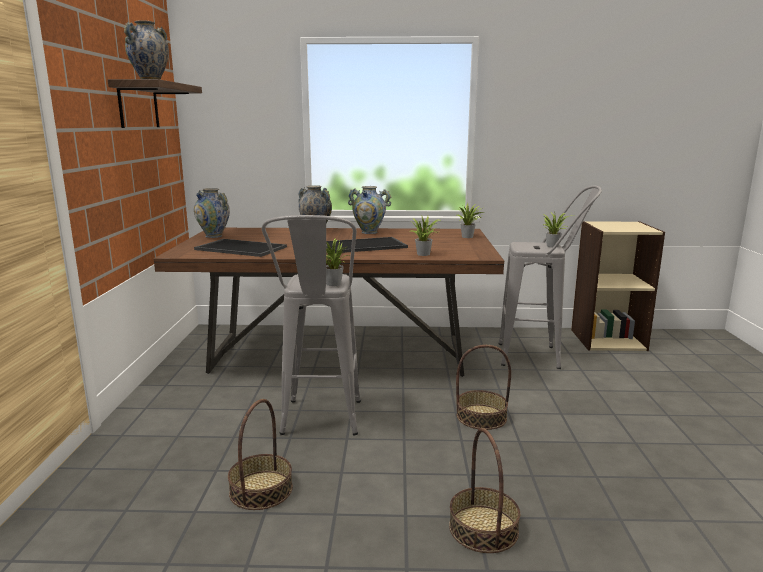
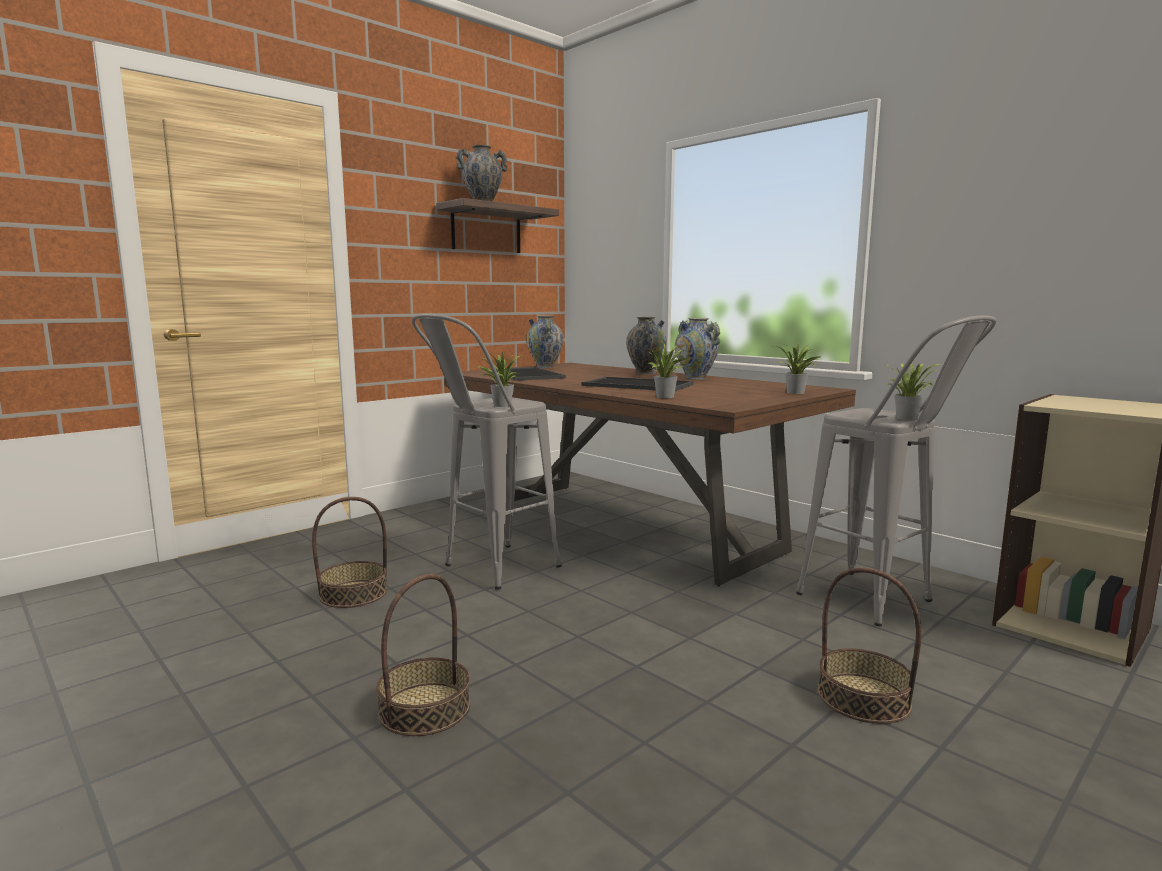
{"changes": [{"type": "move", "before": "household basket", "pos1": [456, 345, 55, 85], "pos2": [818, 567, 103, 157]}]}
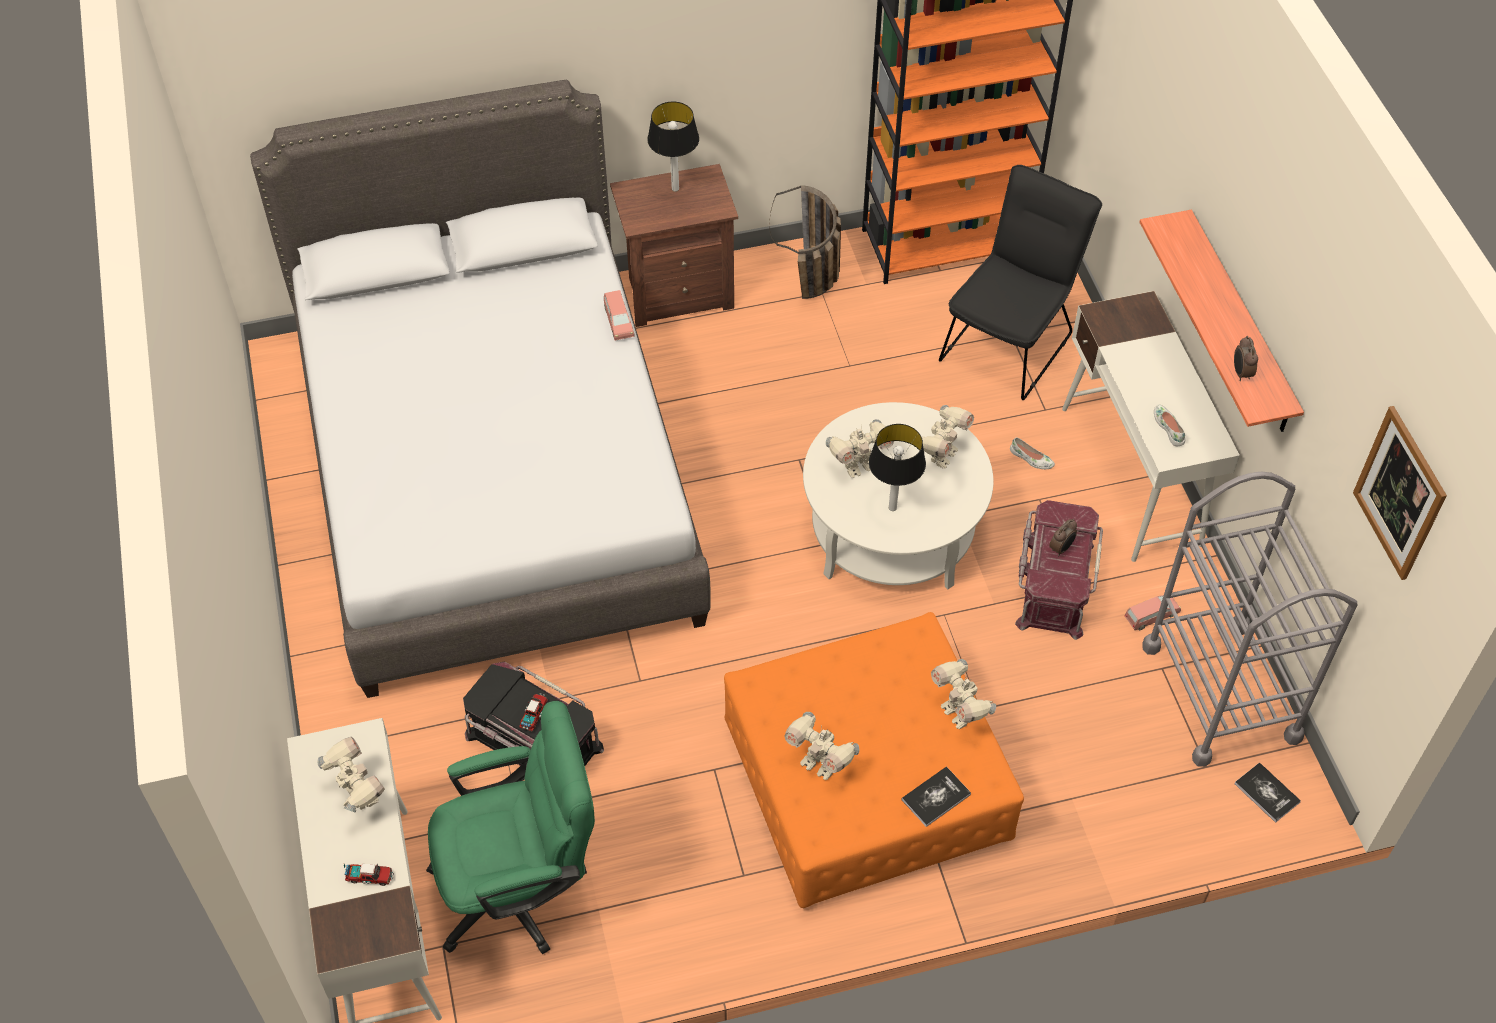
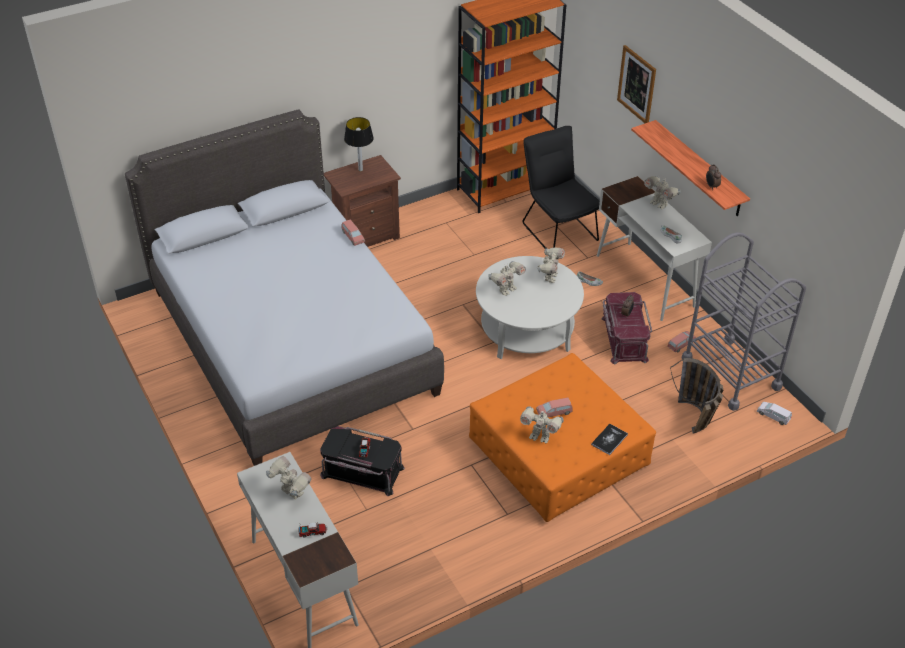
{"changes": [{"type": "rotate", "before": "black upright chair", "pos1": [939, 165, 163, 235], "pos2": [523, 126, 77, 123], "turn": -45}, {"type": "insert", "after": "pinkish model car", "pos2": [536, 398, 37, 20]}, {"type": "move", "before": "wall art", "pos1": [1353, 406, 94, 174], "pos2": [617, 45, 39, 78]}, {"type": "move", "before": "robot figure", "pos1": [931, 659, 65, 70], "pos2": [644, 176, 37, 33]}, {"type": "move", "before": "household basket", "pos1": [769, 185, 72, 114], "pos2": [670, 358, 53, 75]}, {"type": "replace", "before": "bound book", "after": "whitish model car", "pos1": [1235, 762, 66, 61], "pos2": [757, 402, 35, 23]}, {"type": "delete", "before": "green-coloured desk chair", "pos1": [426, 701, 169, 253]}, {"type": "delete", "before": "lamp for a table", "pos1": [869, 424, 57, 87]}]}
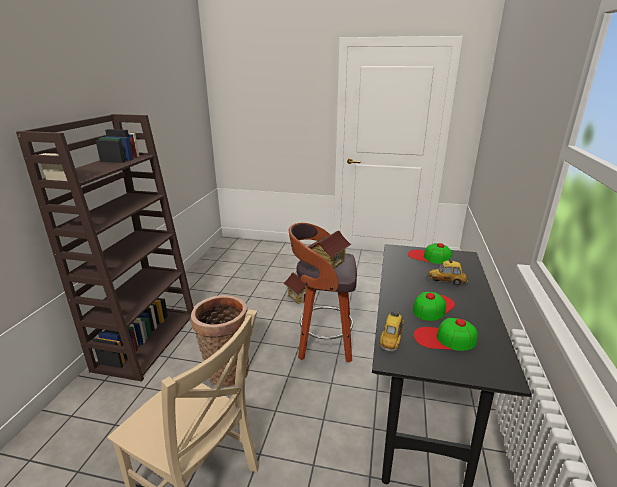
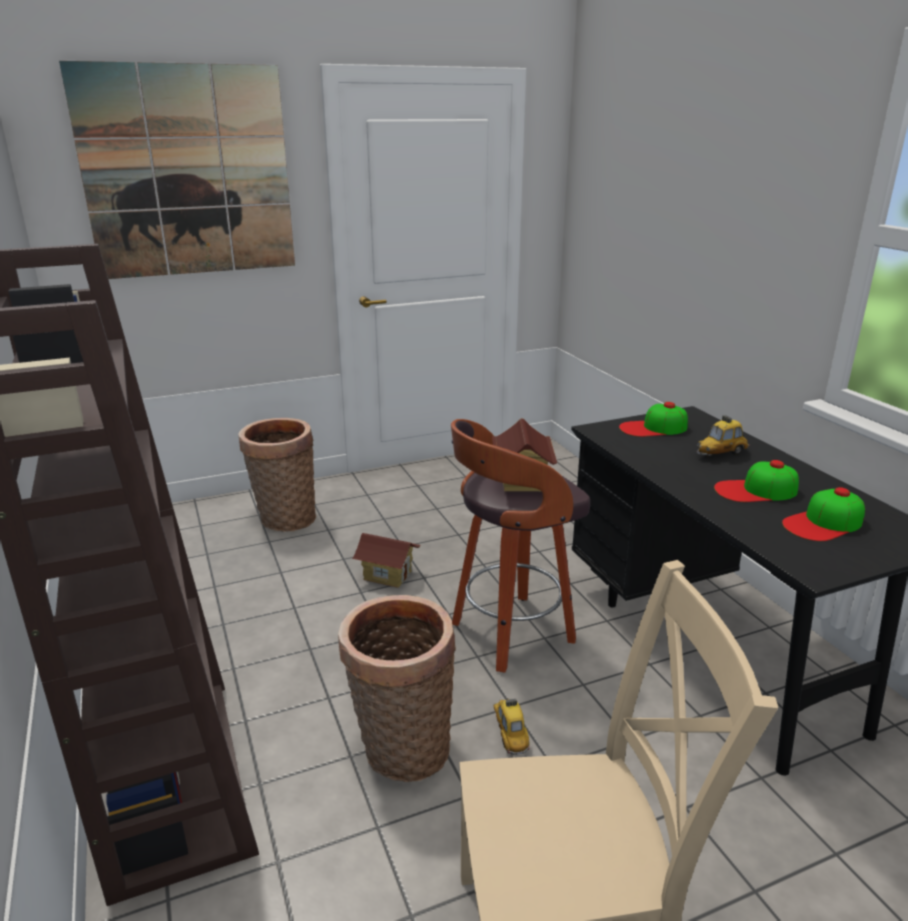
{"changes": [{"type": "insert", "after": "wall art", "pos2": [59, 61, 236, 218]}, {"type": "insert", "after": "household basket", "pos2": [238, 418, 78, 114]}, {"type": "move", "before": "model car", "pos1": [380, 308, 24, 43], "pos2": [494, 698, 36, 59]}, {"type": "rotate", "before": "peaked cap", "pos1": [413, 292, 42, 29], "pos2": [714, 460, 85, 42], "turn": -105}]}
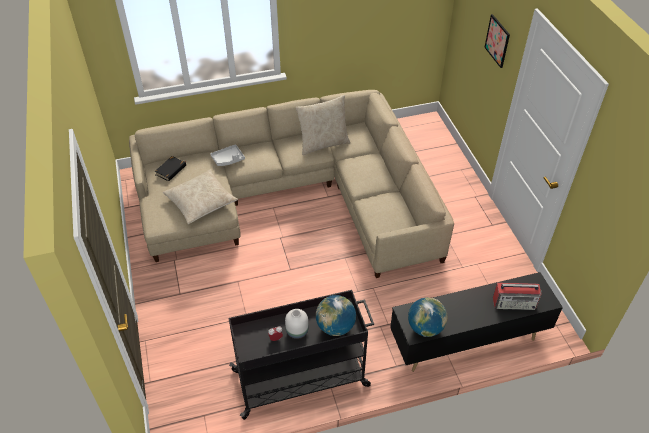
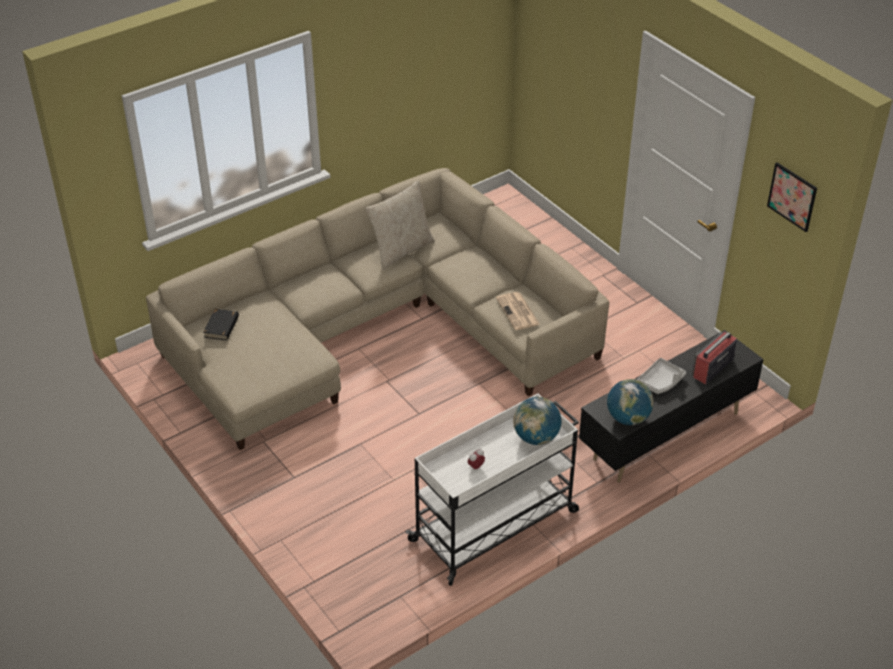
{"changes": [{"type": "recolor", "before": "black cart", "after": "whitish cart", "pos1": [228, 290, 146, 130], "pos2": [406, 393, 173, 193]}, {"type": "insert", "after": "printed paper", "pos2": [496, 292, 44, 38]}, {"type": "move", "before": "grey serving tray", "pos1": [210, 144, 35, 22], "pos2": [637, 358, 49, 36]}, {"type": "rotate", "before": "radio receiver", "pos1": [493, 282, 49, 28], "pos2": [692, 332, 45, 52], "turn": 150}, {"type": "move", "before": "wall art", "pos1": [484, 14, 26, 54], "pos2": [767, 162, 50, 70]}, {"type": "delete", "before": "sand-coloured cushion", "pos1": [163, 170, 75, 54]}, {"type": "delete", "before": "whitish vase", "pos1": [285, 309, 23, 30]}]}
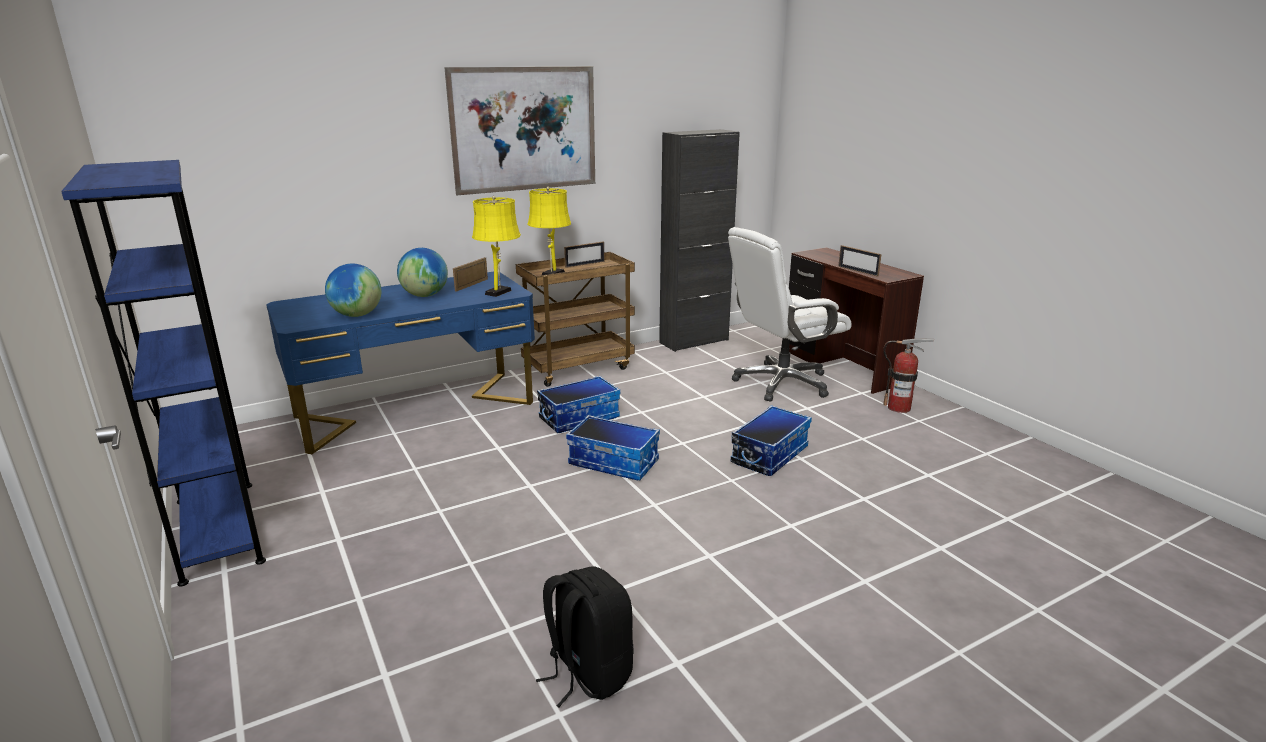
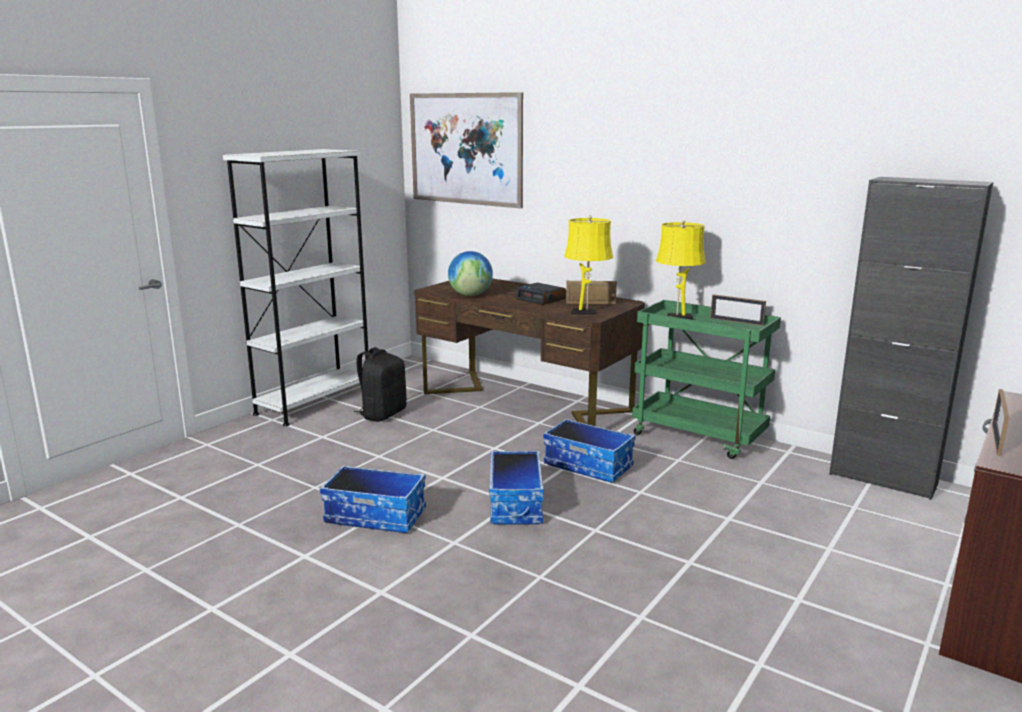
{"changes": [{"type": "recolor", "before": "blue-coloured shelving unit", "after": "whitish shelving unit", "pos1": [61, 160, 205, 426], "pos2": [223, 149, 146, 277]}, {"type": "move", "before": "storage box", "pos1": [731, 405, 81, 71], "pos2": [320, 465, 106, 68]}, {"type": "move", "before": "black backpack", "pos1": [536, 566, 98, 141], "pos2": [354, 347, 53, 75]}, {"type": "move", "before": "wall art", "pos1": [444, 67, 151, 128], "pos2": [410, 92, 113, 116]}, {"type": "recolor", "before": "blue-coloured desk", "after": "brown-coloured desk", "pos1": [266, 272, 269, 182], "pos2": [414, 278, 231, 148]}, {"type": "replace", "before": "desk globe", "after": "table clock", "pos1": [397, 248, 51, 49], "pos2": [516, 283, 50, 22]}, {"type": "recolor", "before": "brown-coloured cart", "after": "green-coloured cart", "pos1": [516, 252, 119, 135], "pos2": [632, 300, 149, 159]}, {"type": "delete", "before": "whitish desk chair", "pos1": [728, 227, 124, 175]}, {"type": "delete", "before": "extinguisher", "pos1": [883, 338, 51, 75]}]}
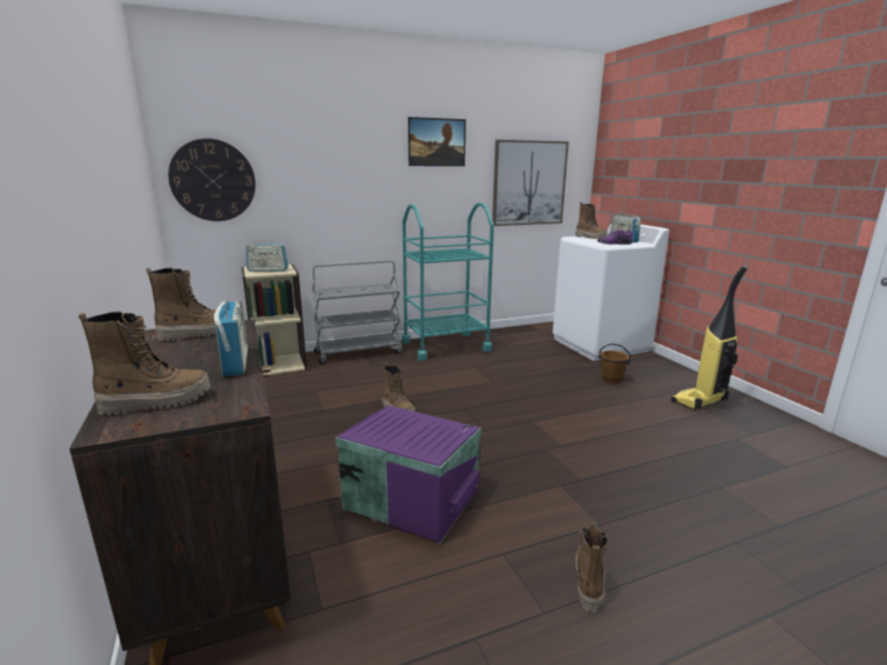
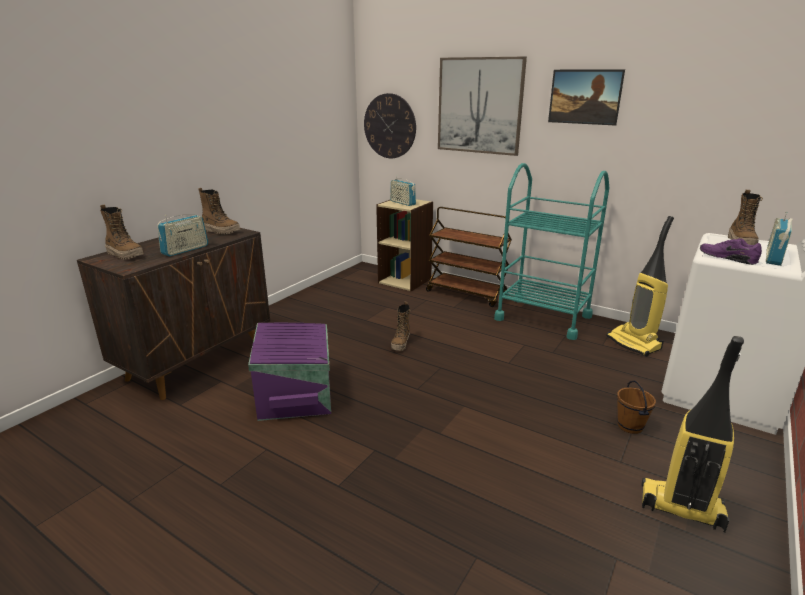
{"changes": [{"type": "recolor", "before": "grey cart", "after": "brown-coloured cart", "pos1": [312, 261, 90, 103], "pos2": [426, 207, 86, 100]}, {"type": "move", "before": "wall art", "pos1": [492, 140, 77, 86], "pos2": [438, 57, 89, 99]}, {"type": "insert", "after": "hoover", "pos2": [607, 216, 67, 141]}, {"type": "delete", "before": "tall boot", "pos1": [576, 526, 32, 87]}]}
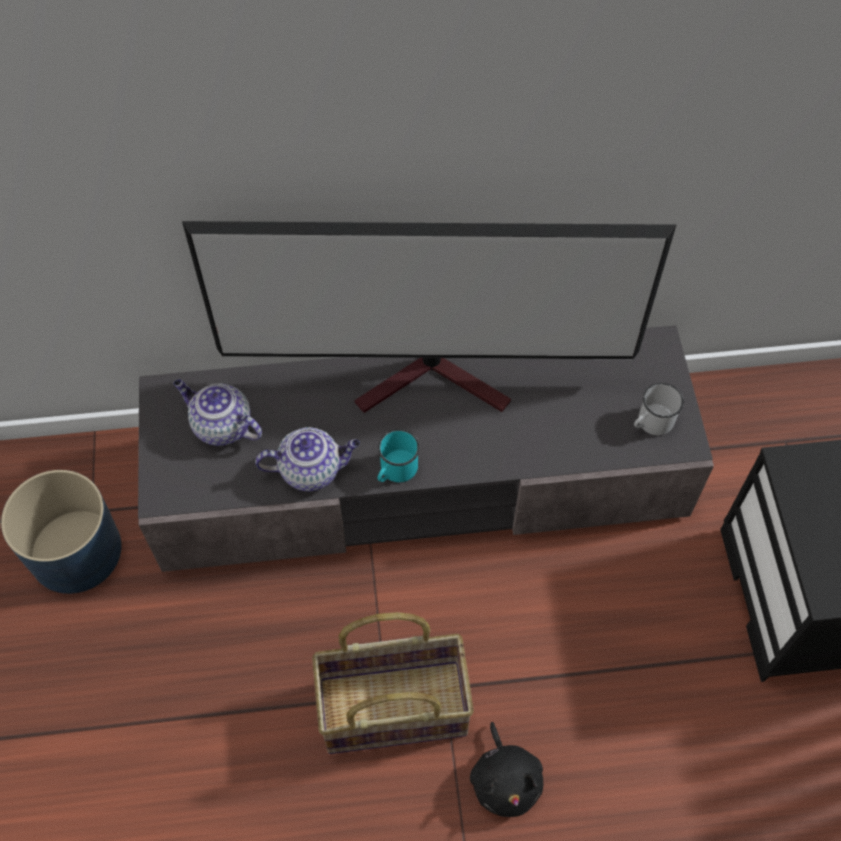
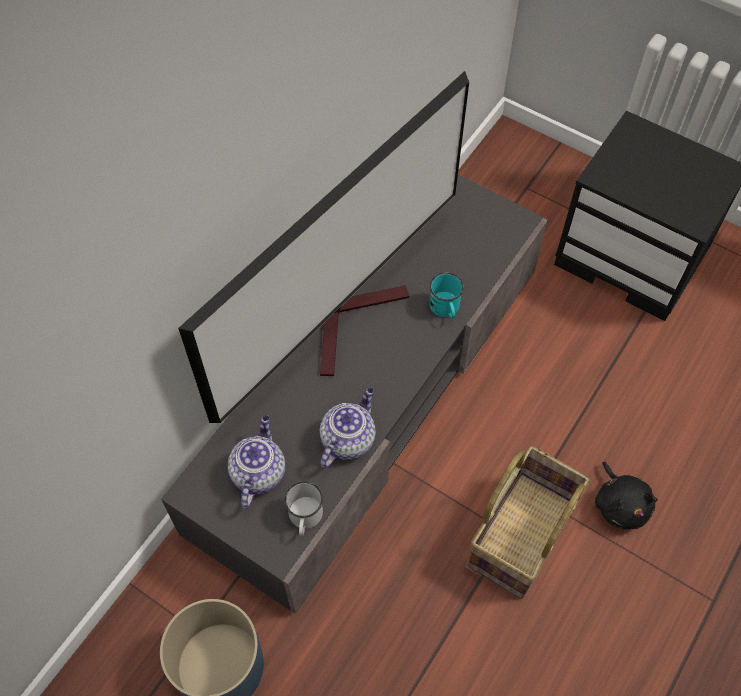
{"changes": [{"type": "rotate", "before": "teapot", "pos1": [173, 379, 89, 67], "pos2": [228, 415, 57, 94], "turn": 120}, {"type": "move", "before": "whitish tea mug", "pos1": [634, 383, 50, 52], "pos2": [284, 482, 39, 54]}, {"type": "move", "before": "turquoise tea mug", "pos1": [377, 429, 43, 53], "pos2": [429, 273, 35, 46]}, {"type": "rotate", "before": "black soft toy", "pos1": [470, 722, 73, 95], "pos2": [595, 462, 63, 67], "turn": 45}]}
